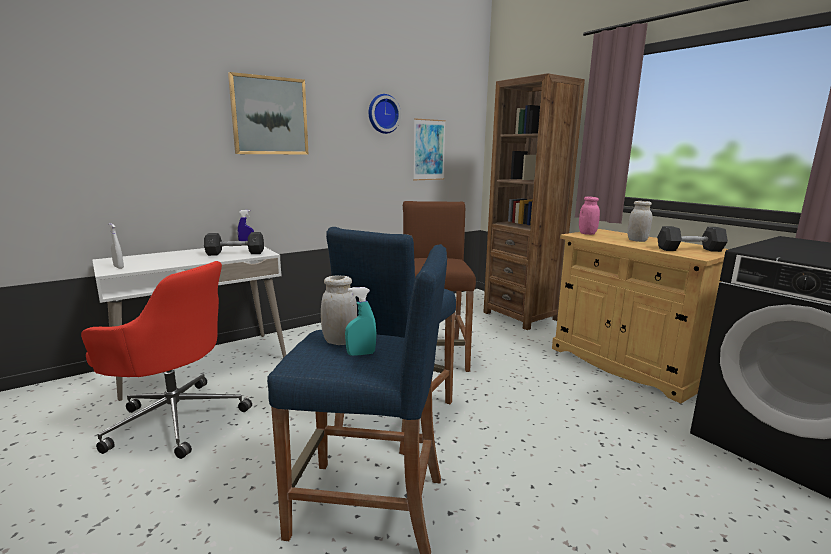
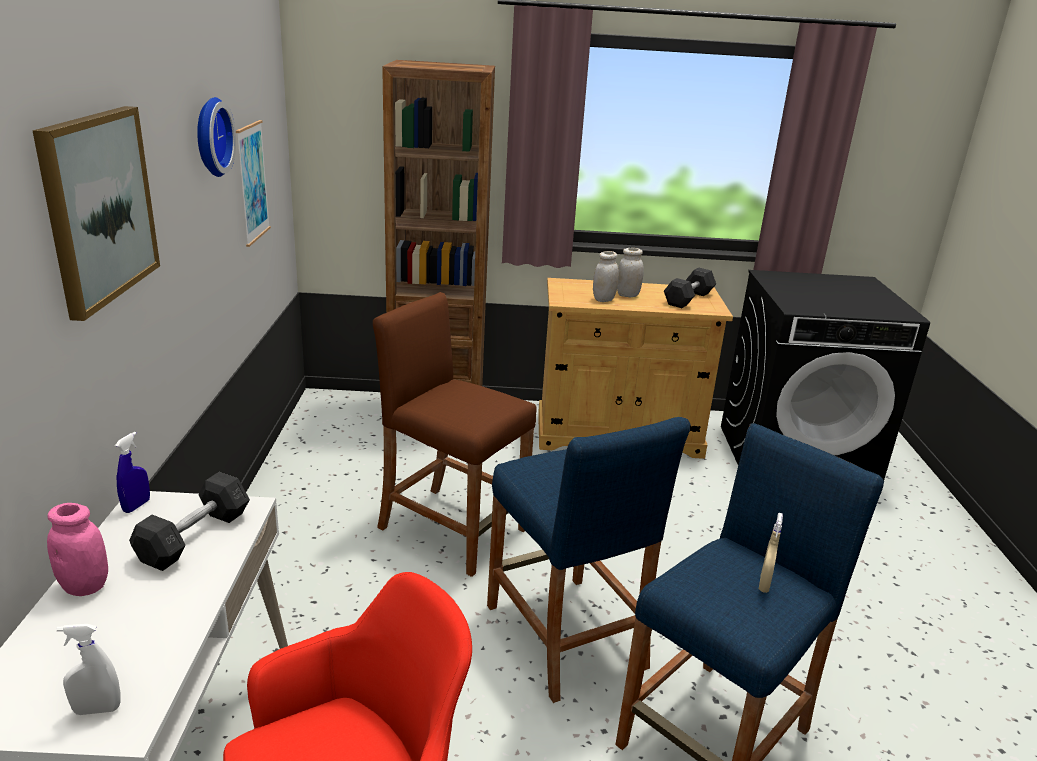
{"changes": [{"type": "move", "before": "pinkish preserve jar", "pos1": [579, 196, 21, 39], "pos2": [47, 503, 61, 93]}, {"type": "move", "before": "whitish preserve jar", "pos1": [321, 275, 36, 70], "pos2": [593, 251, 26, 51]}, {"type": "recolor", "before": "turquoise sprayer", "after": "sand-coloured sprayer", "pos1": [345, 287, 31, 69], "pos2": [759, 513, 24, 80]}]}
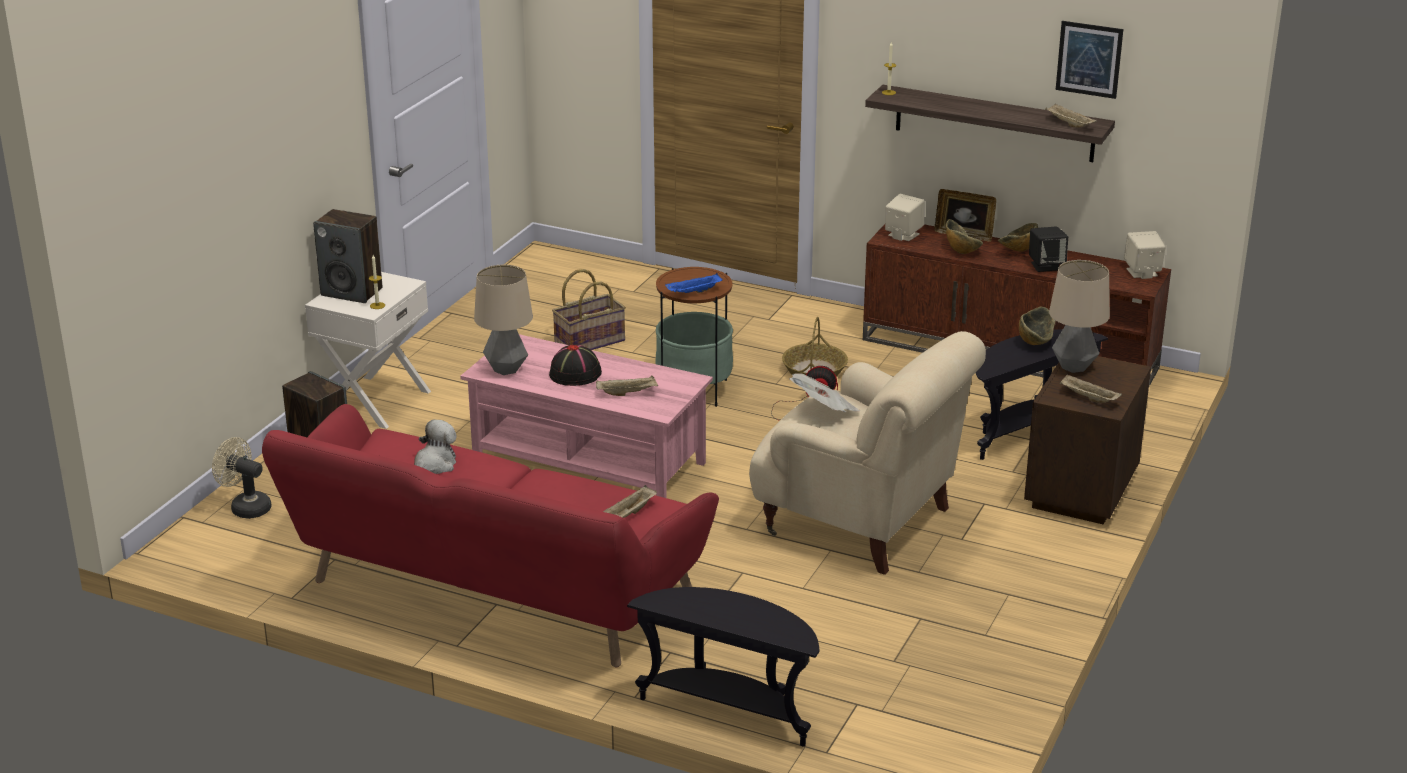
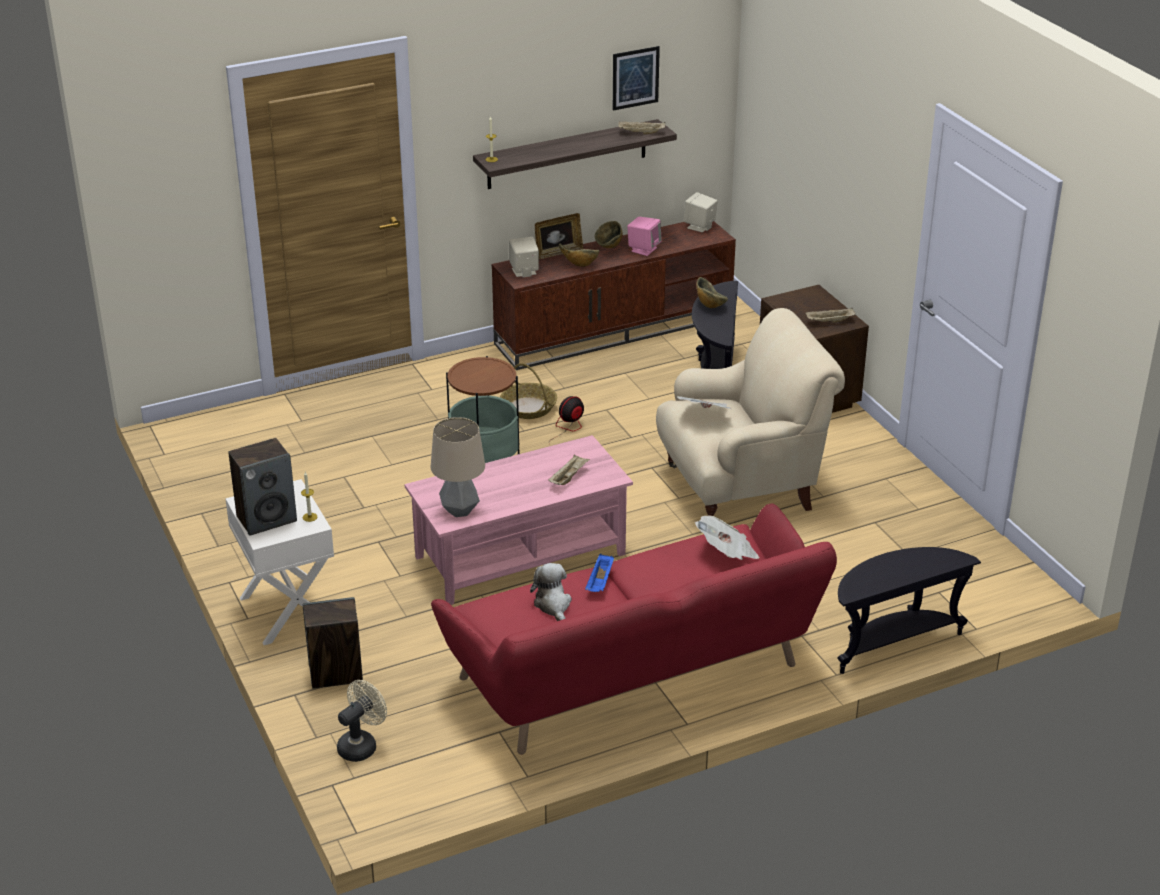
{"changes": [{"type": "rotate", "before": "sand-coloured electric fan", "pos1": [212, 437, 60, 82], "pos2": [337, 680, 50, 82], "turn": 150}, {"type": "move", "before": "blue-coloured serving tray", "pos1": [665, 273, 57, 20], "pos2": [585, 554, 29, 38]}, {"type": "recolor", "before": "black audio speaker", "after": "pinkish audio speaker", "pos1": [1029, 226, 39, 46], "pos2": [627, 217, 35, 39]}, {"type": "replace", "before": "sand-coloured serving tray", "after": "printed paper", "pos1": [603, 485, 54, 33], "pos2": [695, 515, 64, 45]}, {"type": "delete", "before": "black hat", "pos1": [549, 344, 53, 42]}, {"type": "delete", "before": "household basket", "pos1": [552, 269, 74, 81]}, {"type": "delete", "before": "lamp for a table", "pos1": [1049, 260, 61, 113]}]}
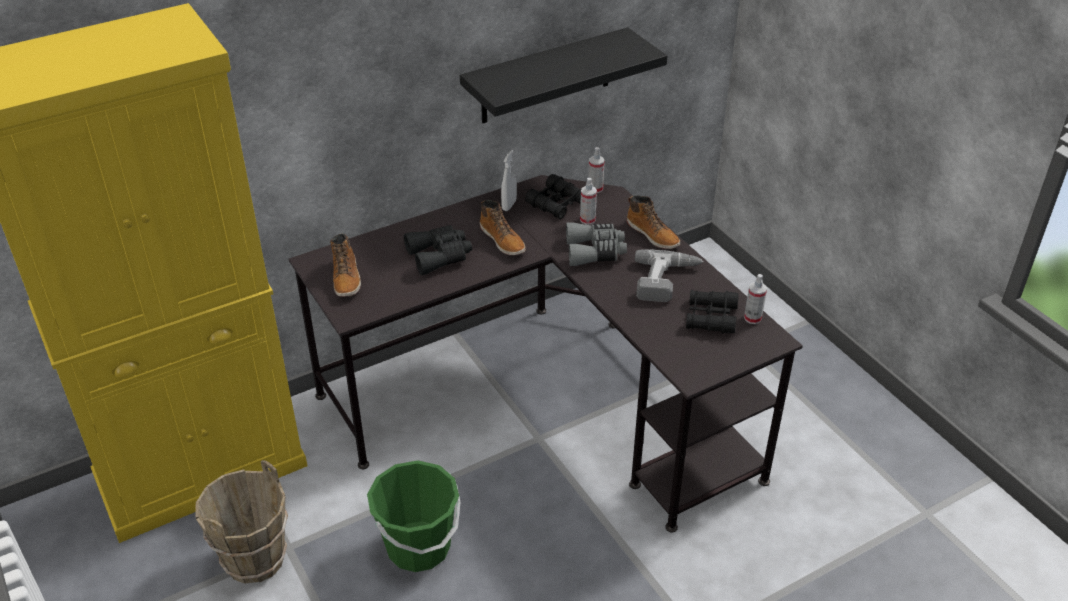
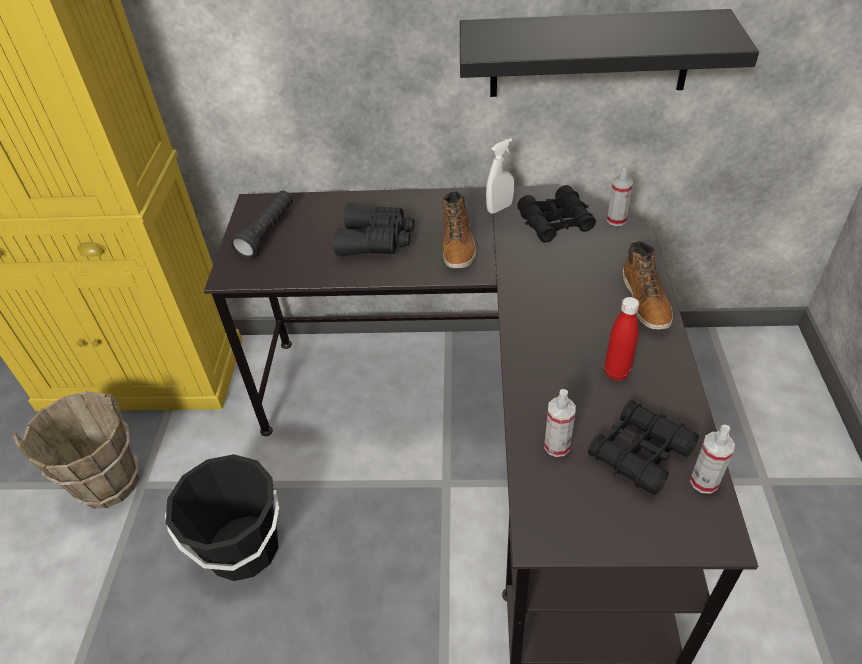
{"changes": [{"type": "recolor", "before": "green-coloured pail", "after": "black pail", "pos1": [367, 460, 94, 112], "pos2": [165, 454, 115, 127]}, {"type": "replace", "before": "tall boot", "after": "black hand torch", "pos1": [330, 234, 31, 63], "pos2": [231, 191, 62, 67]}, {"type": "move", "before": "sprayer", "pos1": [580, 178, 17, 47], "pos2": [544, 389, 32, 68]}, {"type": "replace", "before": "electric drill", "after": "red-coloured bottle", "pos1": [635, 249, 68, 53], "pos2": [604, 297, 35, 84]}, {"type": "delete", "before": "grey field glasses", "pos1": [566, 222, 61, 44]}]}
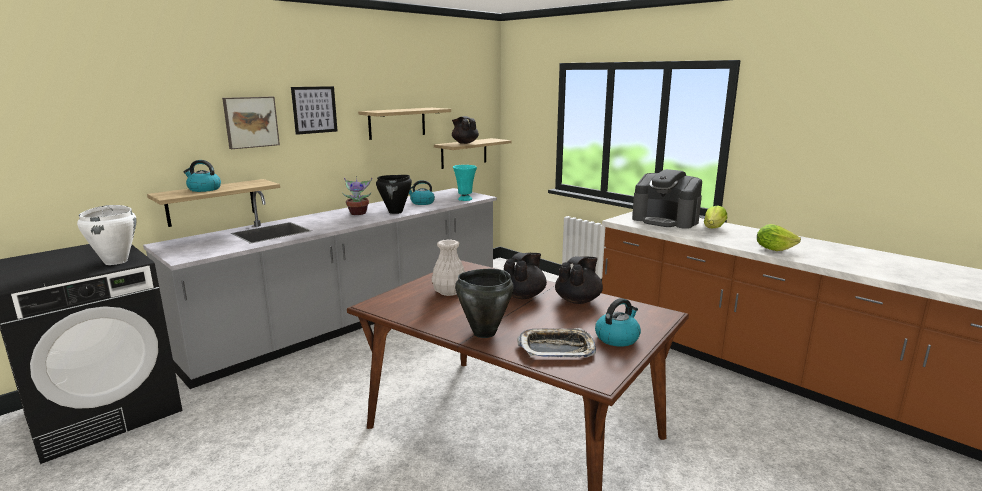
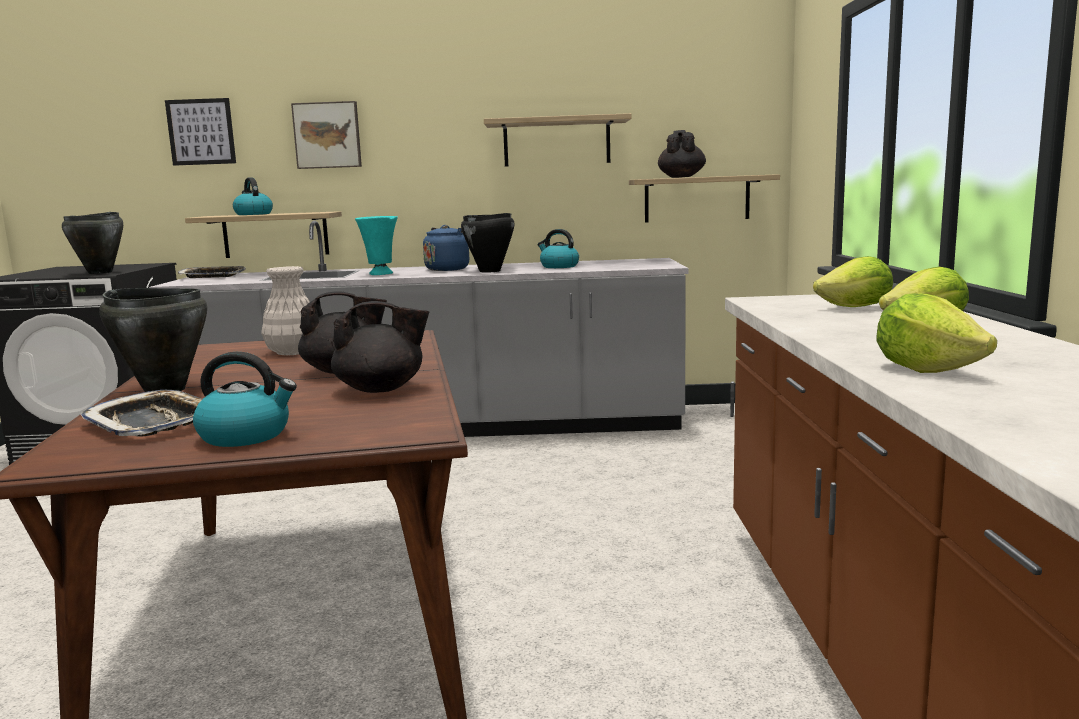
{"changes": [{"type": "recolor", "before": "whitish stockpot", "after": "black stockpot", "pos1": [77, 205, 60, 60], "pos2": [62, 212, 61, 62]}, {"type": "move", "before": "wall art", "pos1": [291, 86, 47, 49], "pos2": [165, 98, 71, 68]}, {"type": "insert", "after": "serving tray", "pos2": [178, 266, 68, 12]}, {"type": "move", "before": "turquoise vase", "pos1": [453, 165, 24, 36], "pos2": [355, 216, 43, 59]}, {"type": "replace", "before": "plant in a pot", "after": "blue-coloured water kettle", "pos1": [342, 176, 30, 39], "pos2": [423, 225, 46, 46]}, {"type": "replace", "before": "coffee machine", "after": "lettuce head", "pos1": [632, 169, 70, 60], "pos2": [813, 256, 80, 51]}]}
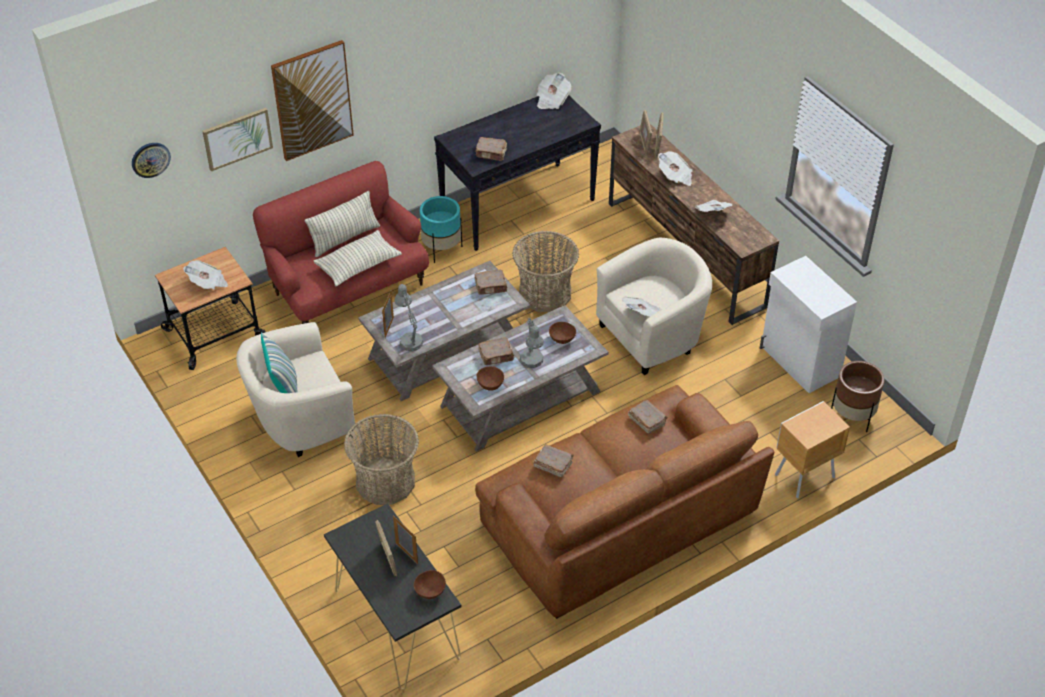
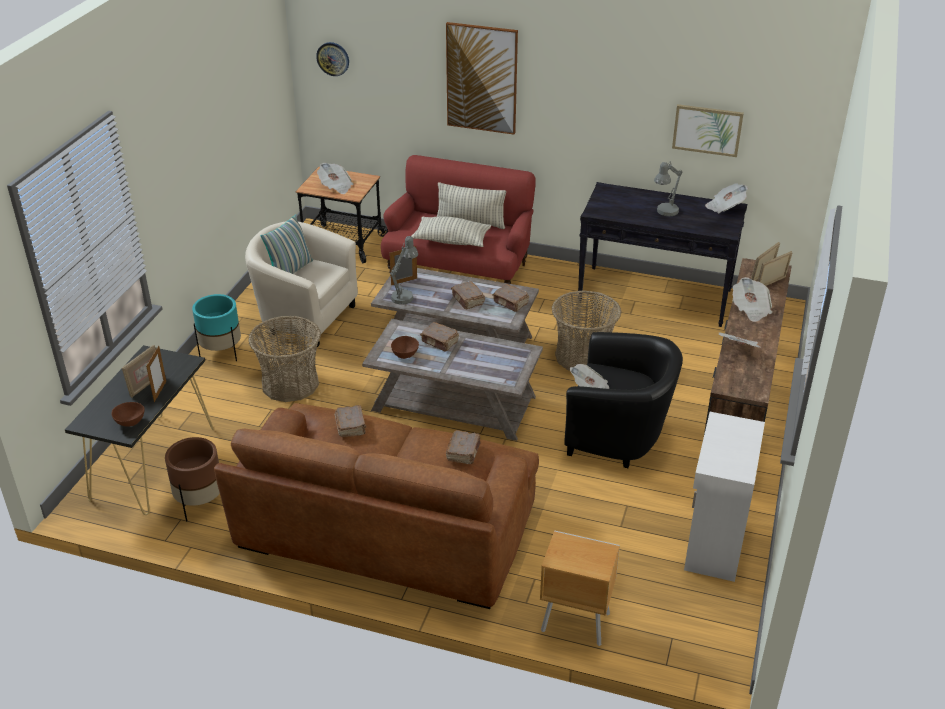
{"changes": [{"type": "move", "before": "brown-coloured planter", "pos1": [831, 361, 53, 71], "pos2": [165, 437, 55, 84]}, {"type": "move", "before": "turquoise planter", "pos1": [420, 196, 42, 67], "pos2": [192, 294, 49, 67]}, {"type": "move", "before": "brown-coloured bound book", "pos1": [475, 137, 32, 24], "pos2": [451, 281, 34, 28]}, {"type": "recolor", "before": "sand-coloured lounge chair", "after": "black lounge chair", "pos1": [596, 237, 116, 138], "pos2": [564, 332, 119, 136]}, {"type": "move", "before": "grey lamp for a table", "pos1": [520, 318, 24, 50], "pos2": [654, 162, 29, 54]}, {"type": "move", "before": "wall art", "pos1": [202, 108, 71, 63], "pos2": [672, 104, 72, 53]}, {"type": "delete", "before": "brown-coloured deep dish", "pos1": [549, 322, 27, 22]}]}
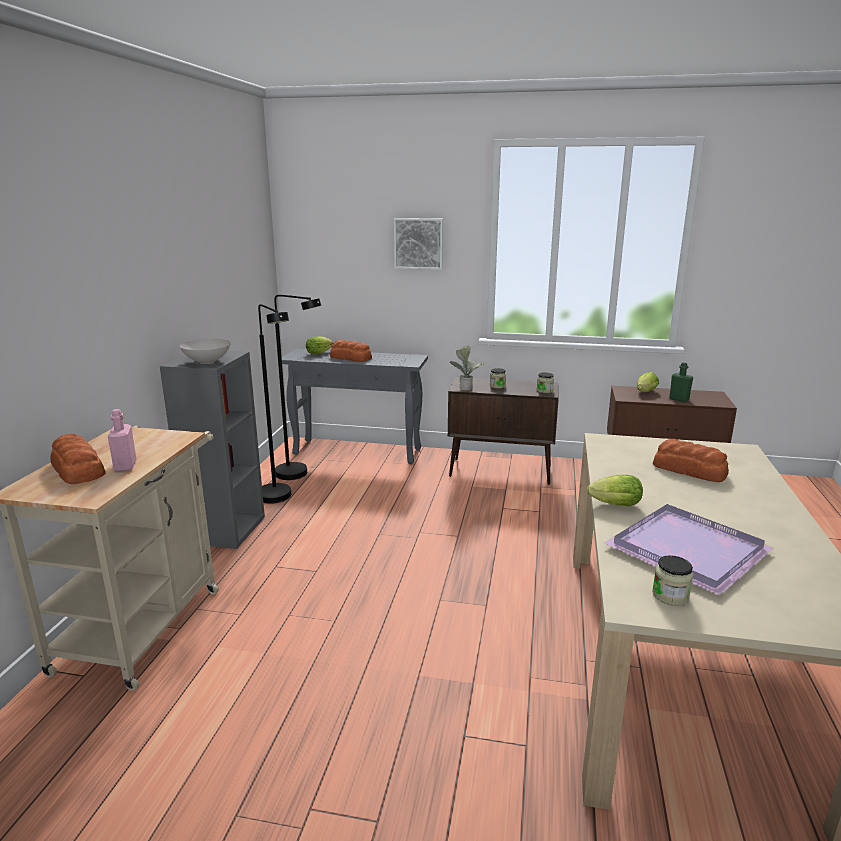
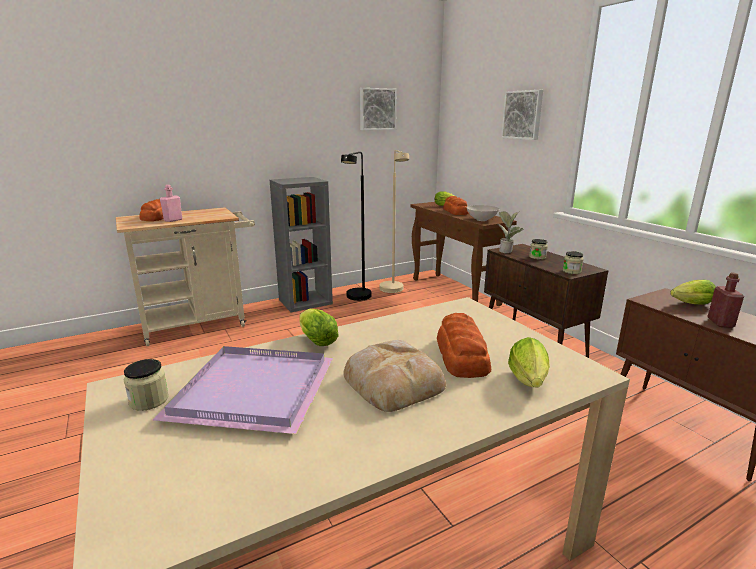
{"changes": [{"type": "insert", "after": "bread", "pos2": [343, 340, 103, 72]}, {"type": "insert", "after": "wall art", "pos2": [360, 88, 37, 42]}, {"type": "recolor", "before": "black standard lamp", "after": "sand-coloured standard lamp", "pos1": [275, 295, 46, 185], "pos2": [379, 150, 30, 143]}, {"type": "recolor", "before": "grey narrow table", "after": "brown-coloured narrow table", "pos1": [282, 349, 146, 115], "pos2": [411, 202, 106, 104]}, {"type": "move", "before": "whitish deep dish", "pos1": [180, 338, 51, 26], "pos2": [467, 205, 32, 16]}, {"type": "insert", "after": "lettuce head", "pos2": [508, 337, 42, 50]}, {"type": "recolor", "before": "green-coloured bottle", "after": "red-coloured bottle", "pos1": [669, 362, 24, 40], "pos2": [707, 273, 37, 55]}]}
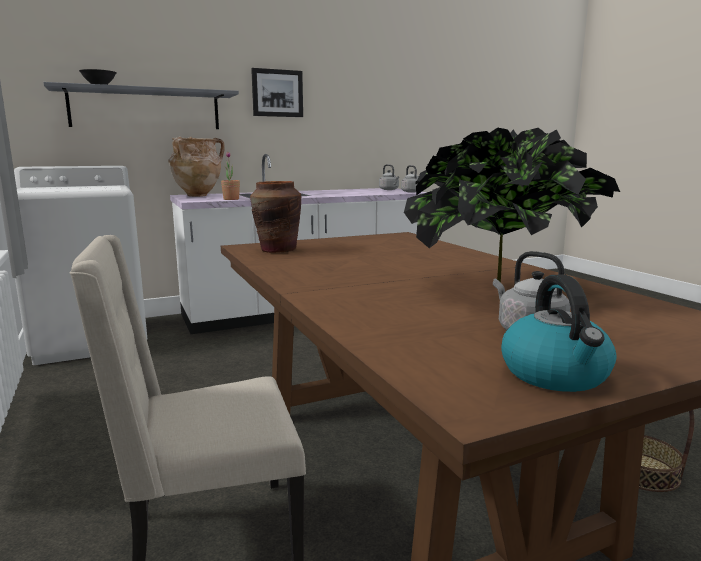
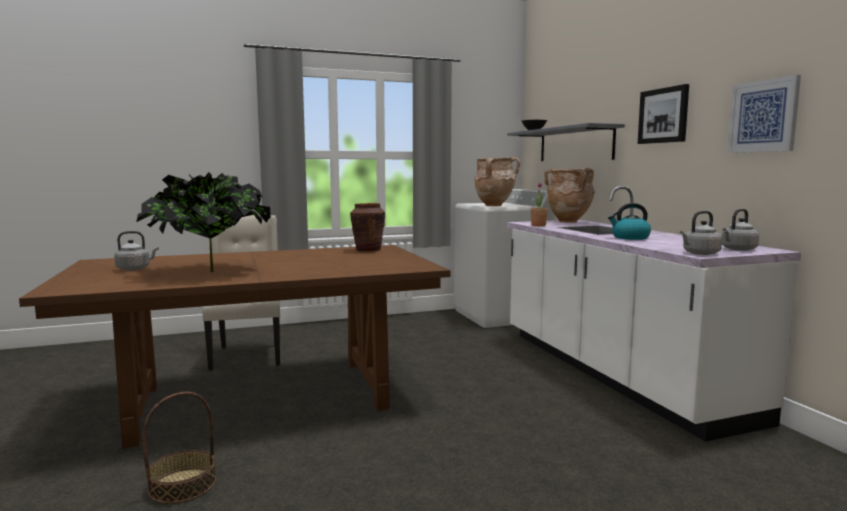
{"changes": [{"type": "insert", "after": "sand-coloured vase", "pos2": [475, 157, 45, 49]}, {"type": "move", "before": "water kettle", "pos1": [501, 274, 115, 118], "pos2": [608, 203, 43, 37]}, {"type": "insert", "after": "wall art", "pos2": [727, 75, 74, 78]}]}
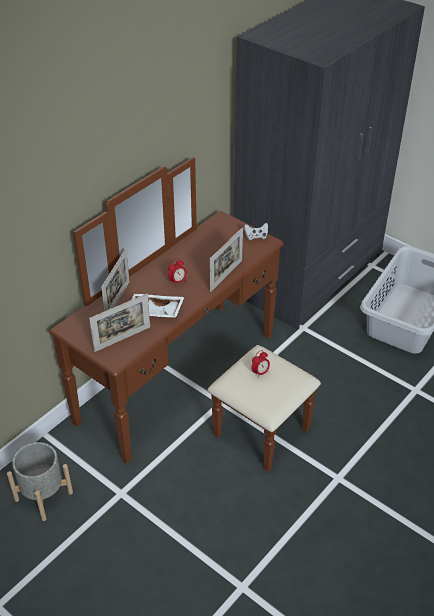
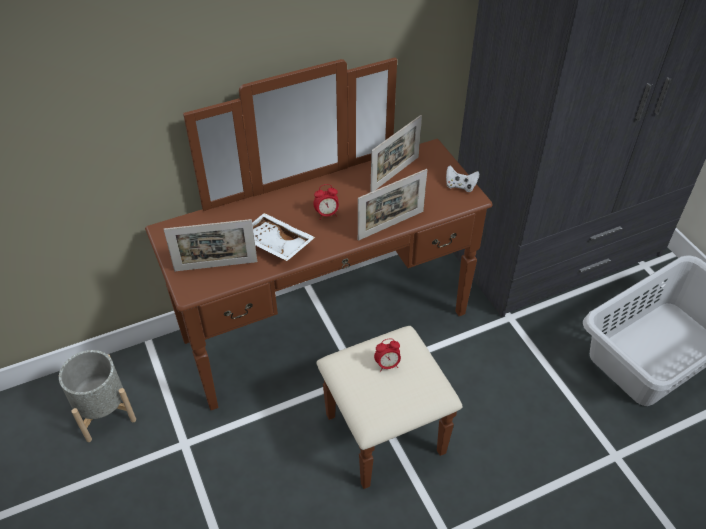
{"changes": [{"type": "move", "before": "standing frame", "pos1": [101, 249, 29, 62], "pos2": [370, 115, 52, 77]}]}
